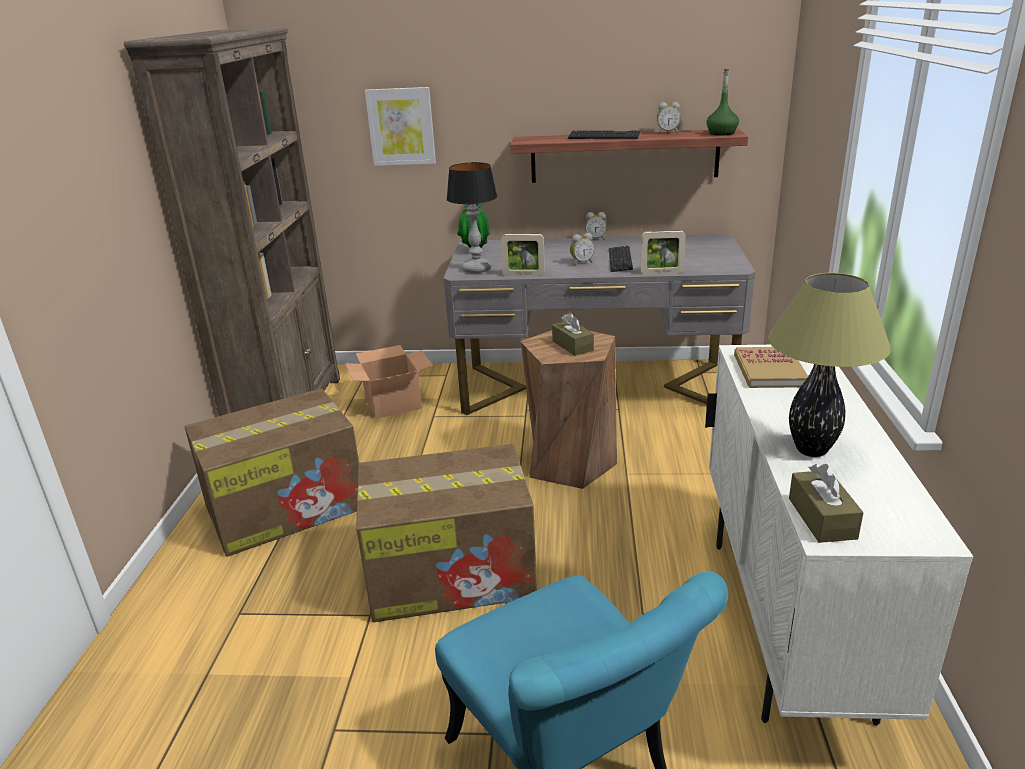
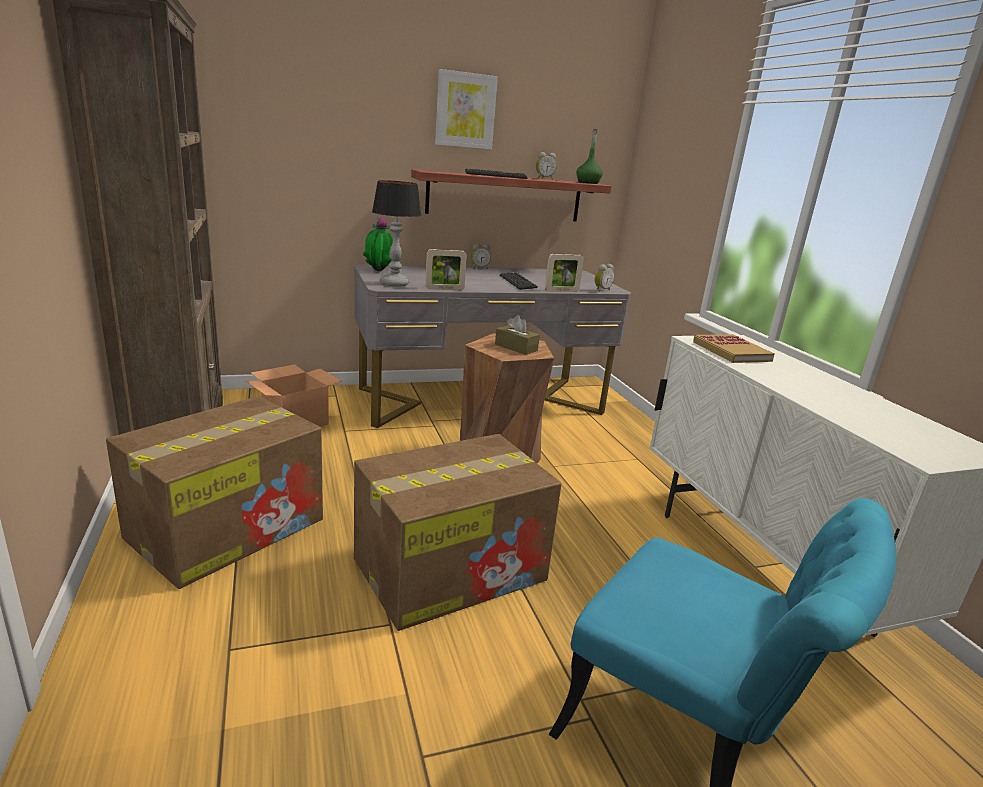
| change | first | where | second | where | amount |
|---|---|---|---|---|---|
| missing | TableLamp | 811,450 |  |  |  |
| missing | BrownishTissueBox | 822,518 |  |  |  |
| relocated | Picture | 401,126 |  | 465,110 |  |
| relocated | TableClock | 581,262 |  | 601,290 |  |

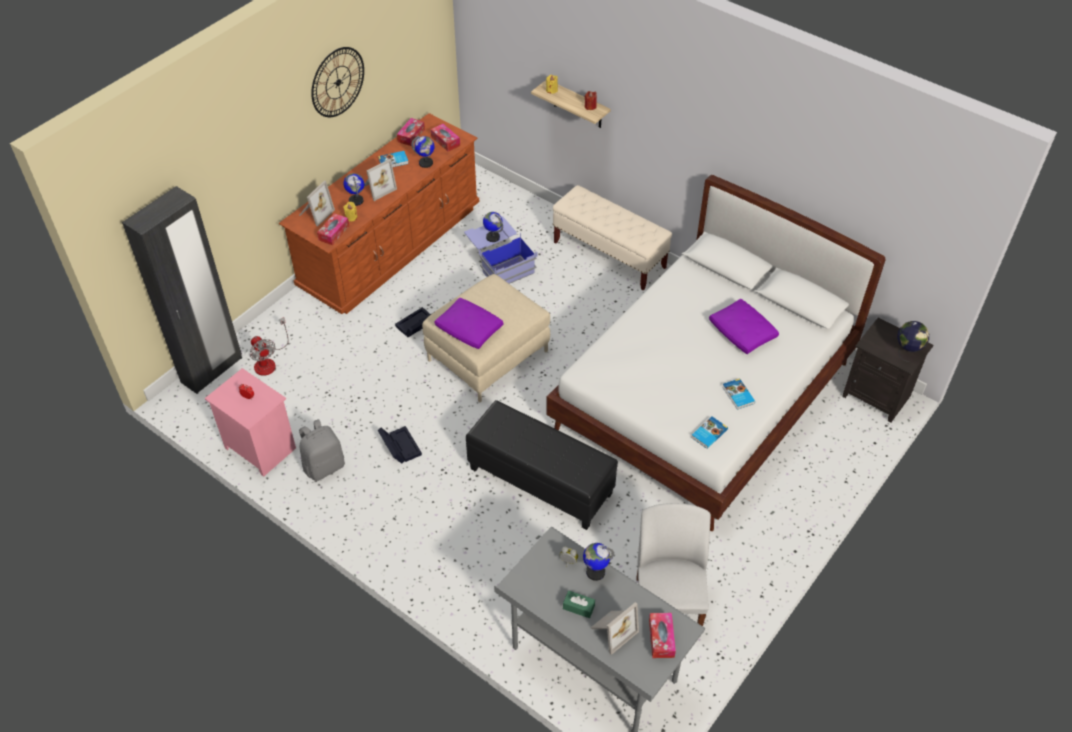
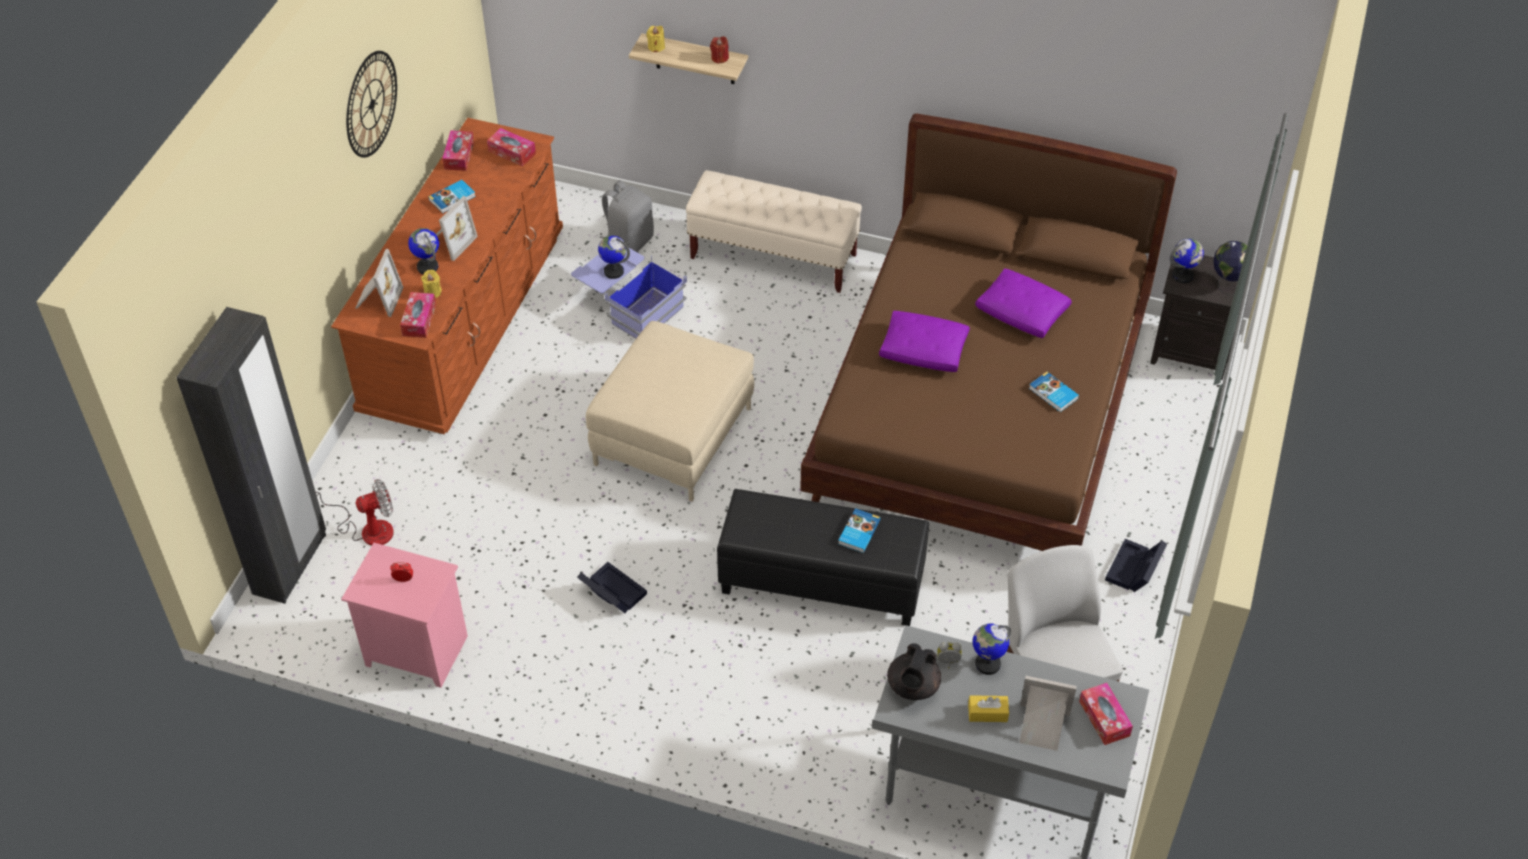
| change | first | where | second | where | amount |
|---|---|---|---|---|---|
| appeared |  |  | BlackColouredTeapot | 912,687 |  |
| relocated | GrayRucksack | 324,466 |  | 629,242 |  |
| relocated | BlackColouredStorageBin | 416,326 |  | 1134,570 |  |
| relocated | WorldGlobe | 426,163 |  | 1183,276 |  |
| relocated | PurpleThrowPillow | 469,329 |  | 924,350 |  |
| relocated | BoundBook | 708,433 |  | 858,532 |  |
| colour | WhiteColouredSleepingBed | 704,398 | BrownishSleepingBed | 981,413 |  |
| colour | GreenishTissueBox | 578,607 | YellowColouredTissueBox | 987,713 |  |
| spun | CoolingFan | 268,361 |  | 367,529 | 60 degrees counterclockwise |
| spun | PhotoFrame | 612,630 |  | 1041,728 | 105 degrees counterclockwise |

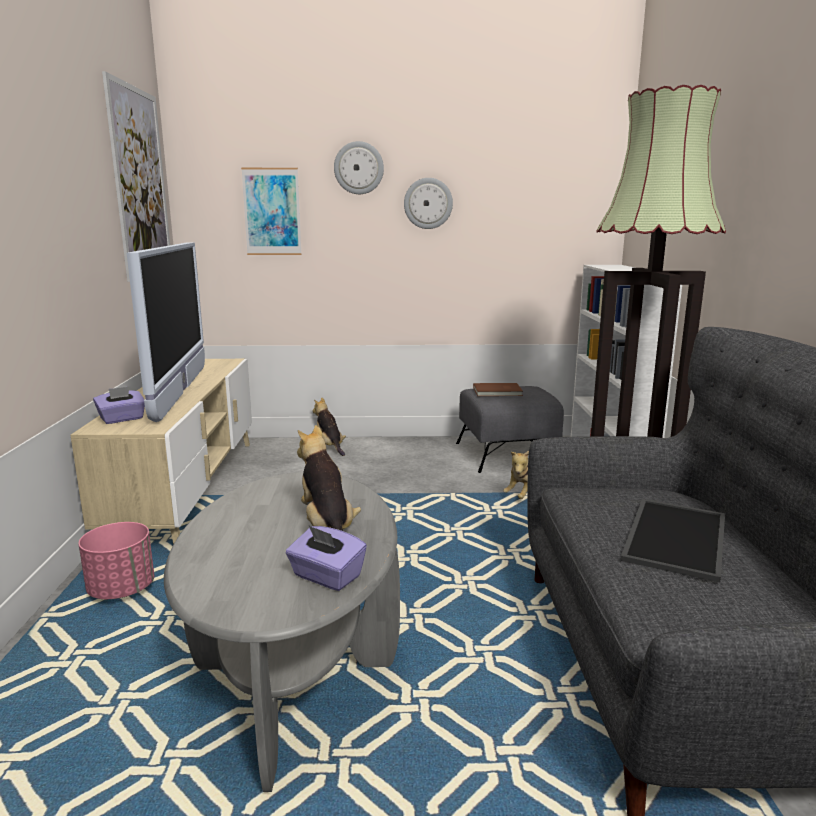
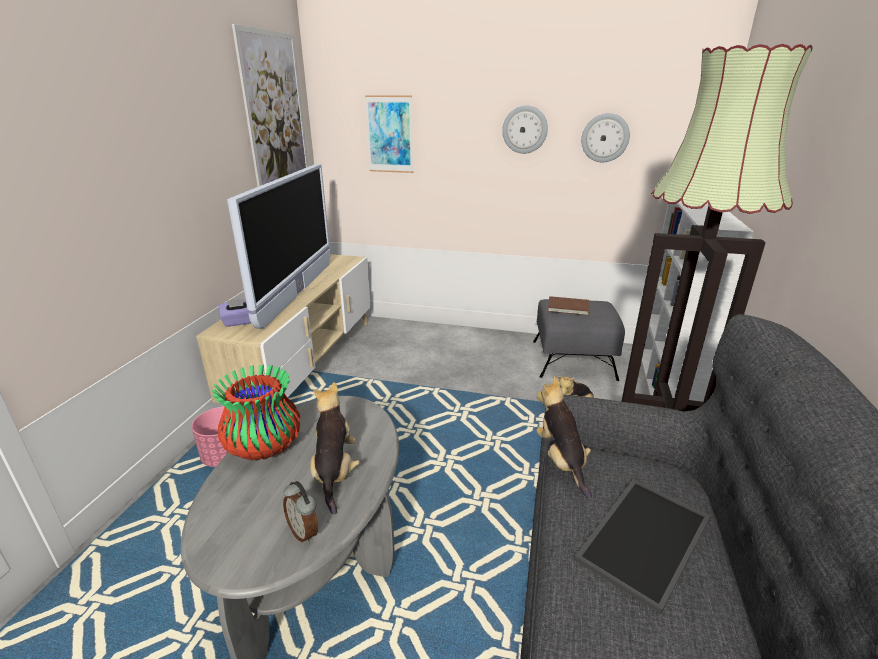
| change | first | where | second | where | amount |
|---|---|---|---|---|---|
| appeared |  |  | FlowerVase | 263,446 |  |
| relocated | CuddlyToy | 330,446 |  | 561,460 |  |
| relocated | WallClock | 358,168 |  | 605,138 |  |
| exchanged | PurpleTissueBox | 326,576 | TableClock | 304,532 |  |

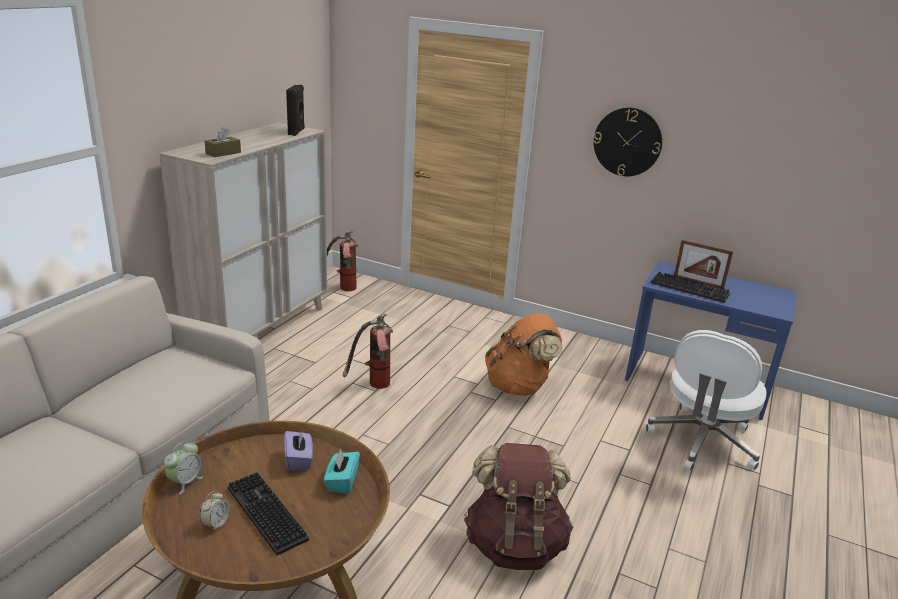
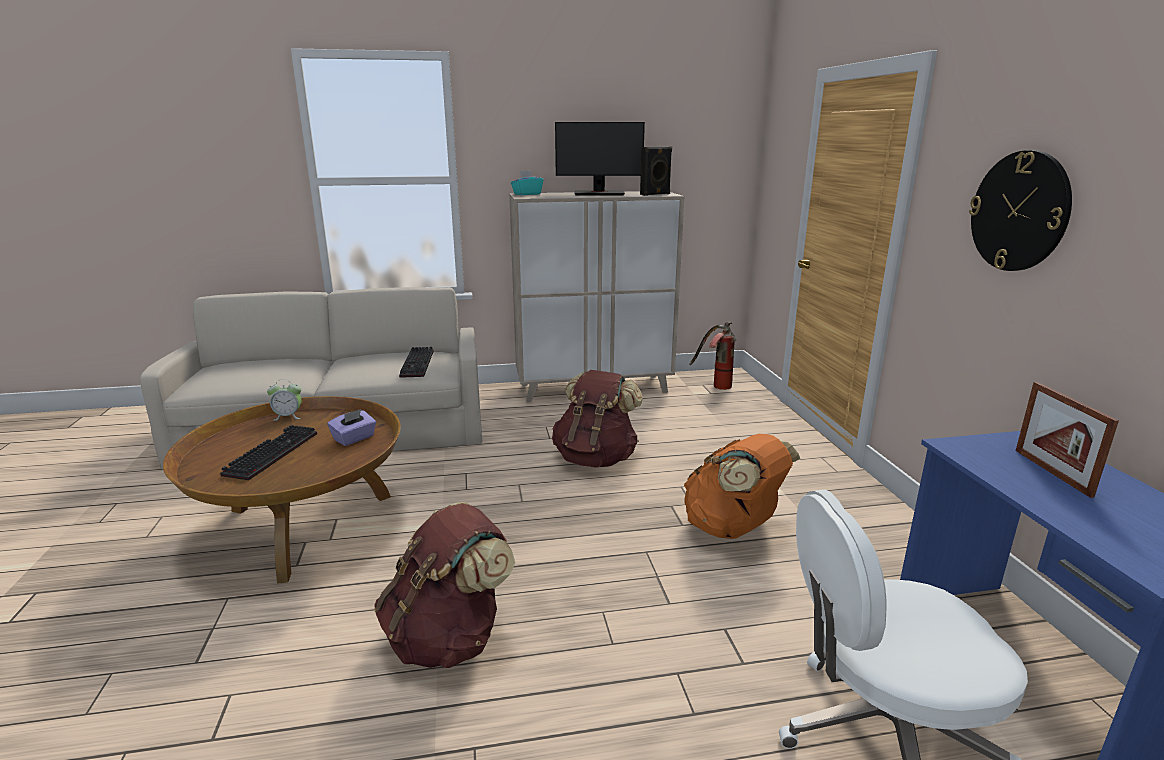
| change | first | where | second | where | amount |
|---|---|---|---|---|---|
| missing | TableClock | 215,523 |  |  |  |
| missing | BrownishTissueBox | 223,153 |  |  |  |
| appeared |  |  | Monitor | 599,193 |  |
| relocated | TurquoiseTissueBox | 342,481 |  | 527,194 |  |
| relocated | PcKeyboard | 691,289 |  | 418,364 |  |
| exchanged | FireFightingCylinder | 373,386 | BrownishRucksack | 596,458 |  |

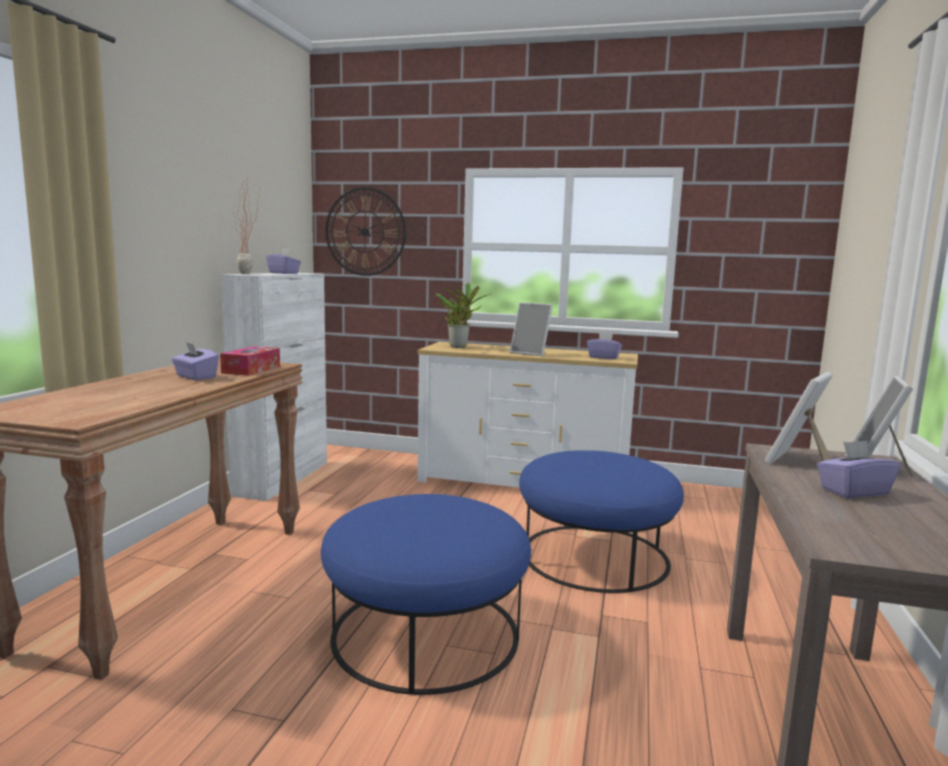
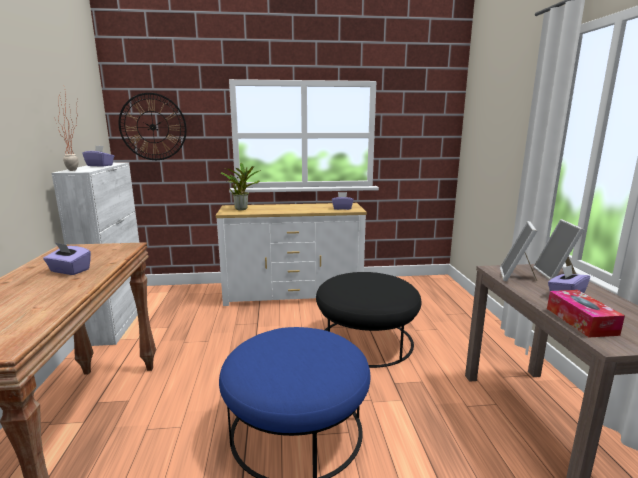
| change | first | where | second | where | amount |
|---|---|---|---|---|---|
| missing | PhotoFrame | 531,353 |  |  |  |
| relocated | TissueBox | 251,370 |  | 581,321 |  |
| colour | BluePouffe | 594,556 | BlackColouredPouffe | 366,340 |  |

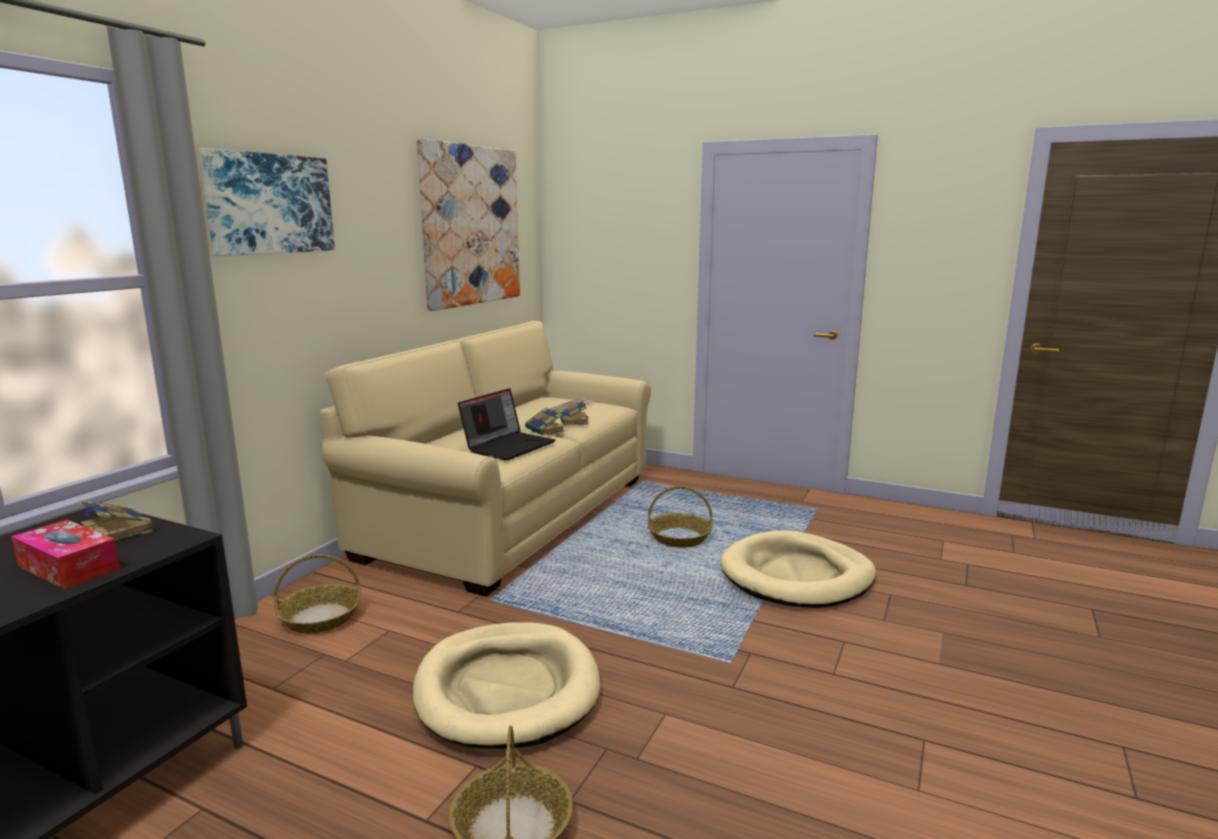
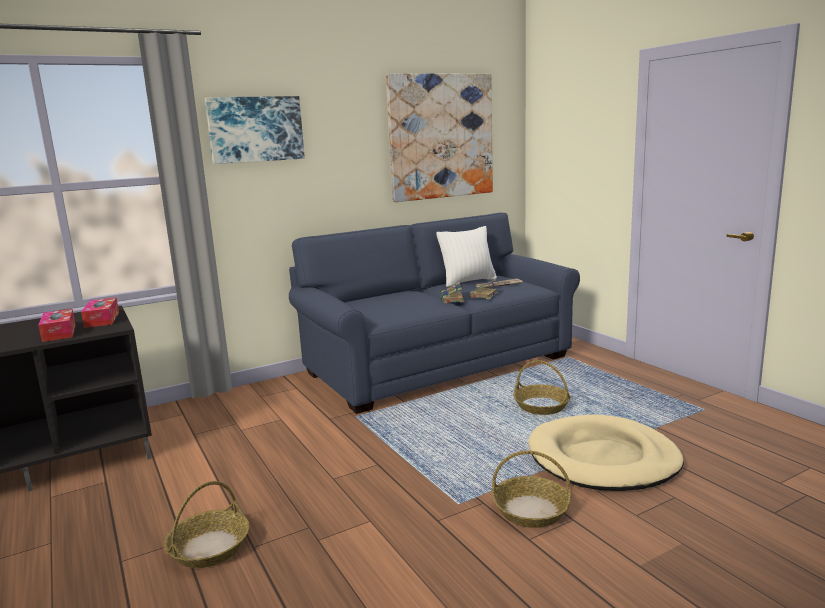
| change | first | where | second | where | amount |
|---|---|---|---|---|---|
| missing | SandColouredPetBed | 507,689 |  |  |  |
| missing | NotebookComputer | 509,446 |  |  |  |
| appeared |  |  | WhiteColouredThrowPillow | 468,281 |  |
| relocated | HouseholdBasket | 320,618 |  | 530,510 |  |
| exchanged | BoundBook | 116,531 | TissueBox | 102,319 |  |
| colour | SandColouredSofa | 513,516 | BlueSofa | 438,365 |  |

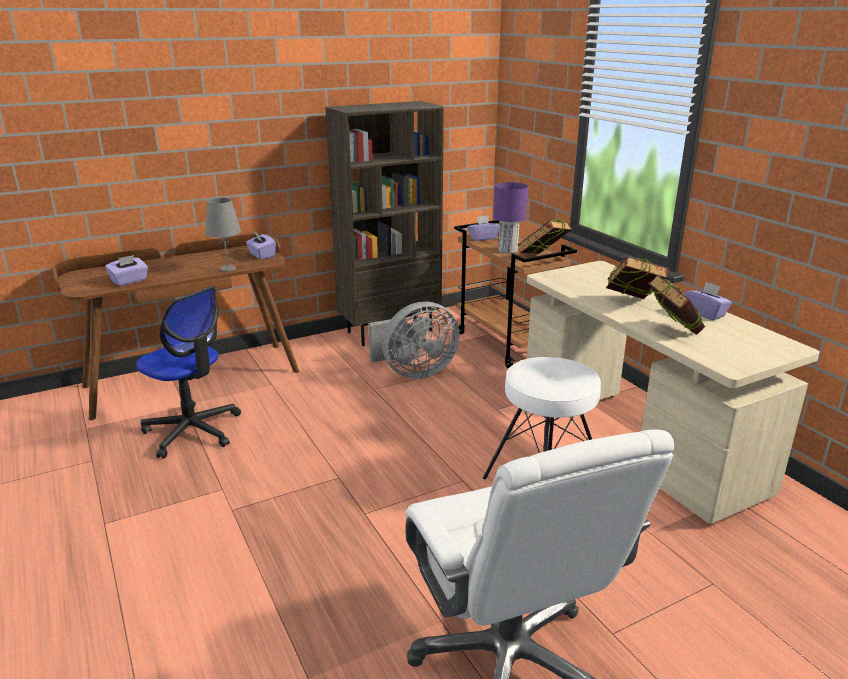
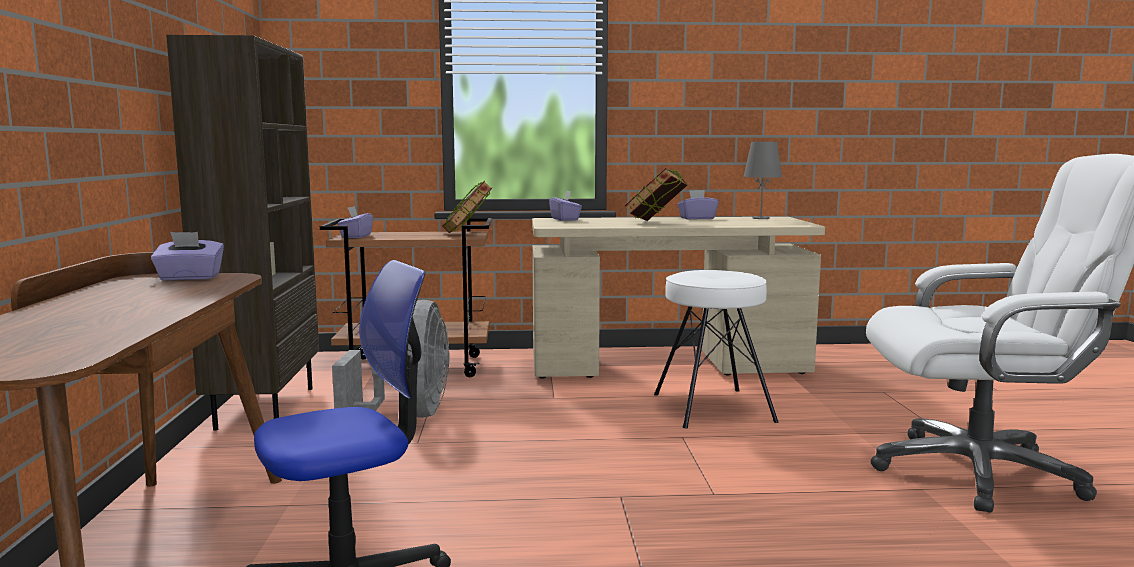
| change | first | where | second | where | amount |
|---|---|---|---|---|---|
| missing | PurpleTableLamp | 507,250 |  |  |  |
| missing | BoundBook | 672,333 |  |  |  |
| relocated | PurpleTissueBox | 129,281 |  | 565,219 |  |
| relocated | GrayTableLamp | 228,268 |  | 760,218 |  |

